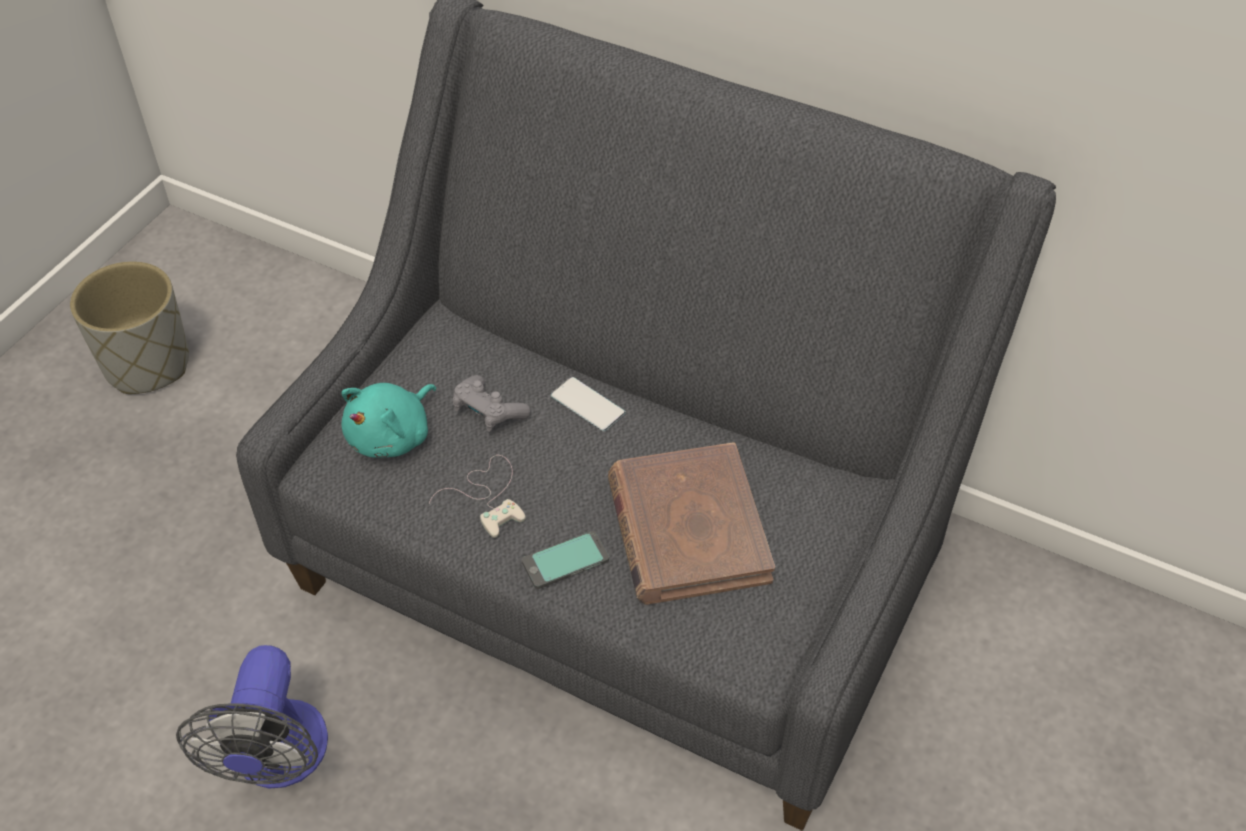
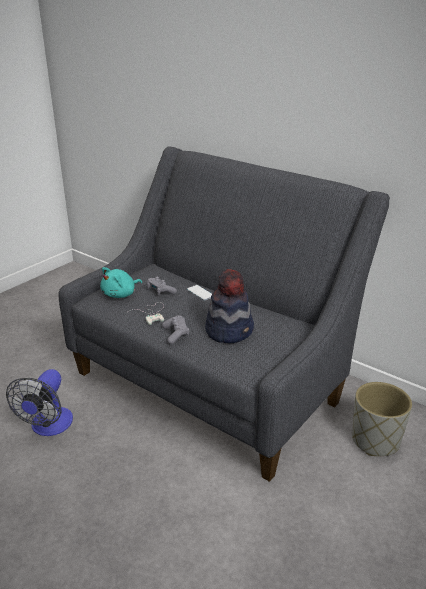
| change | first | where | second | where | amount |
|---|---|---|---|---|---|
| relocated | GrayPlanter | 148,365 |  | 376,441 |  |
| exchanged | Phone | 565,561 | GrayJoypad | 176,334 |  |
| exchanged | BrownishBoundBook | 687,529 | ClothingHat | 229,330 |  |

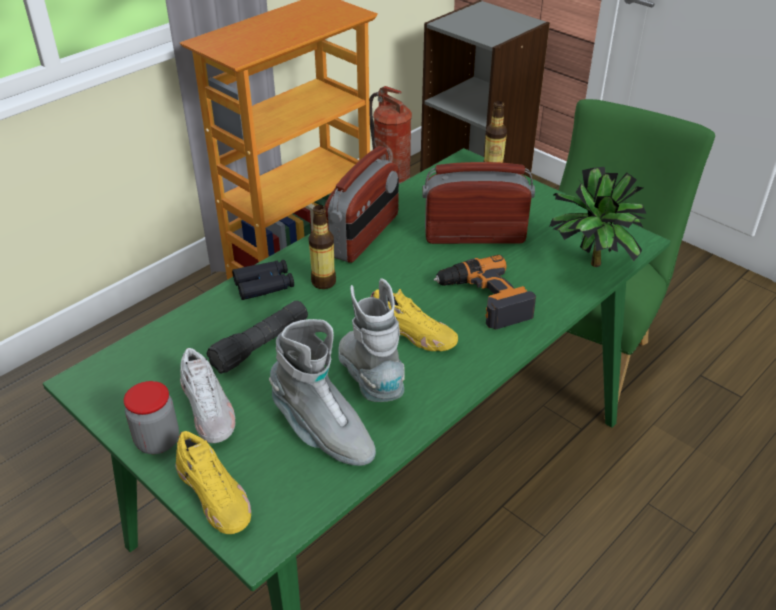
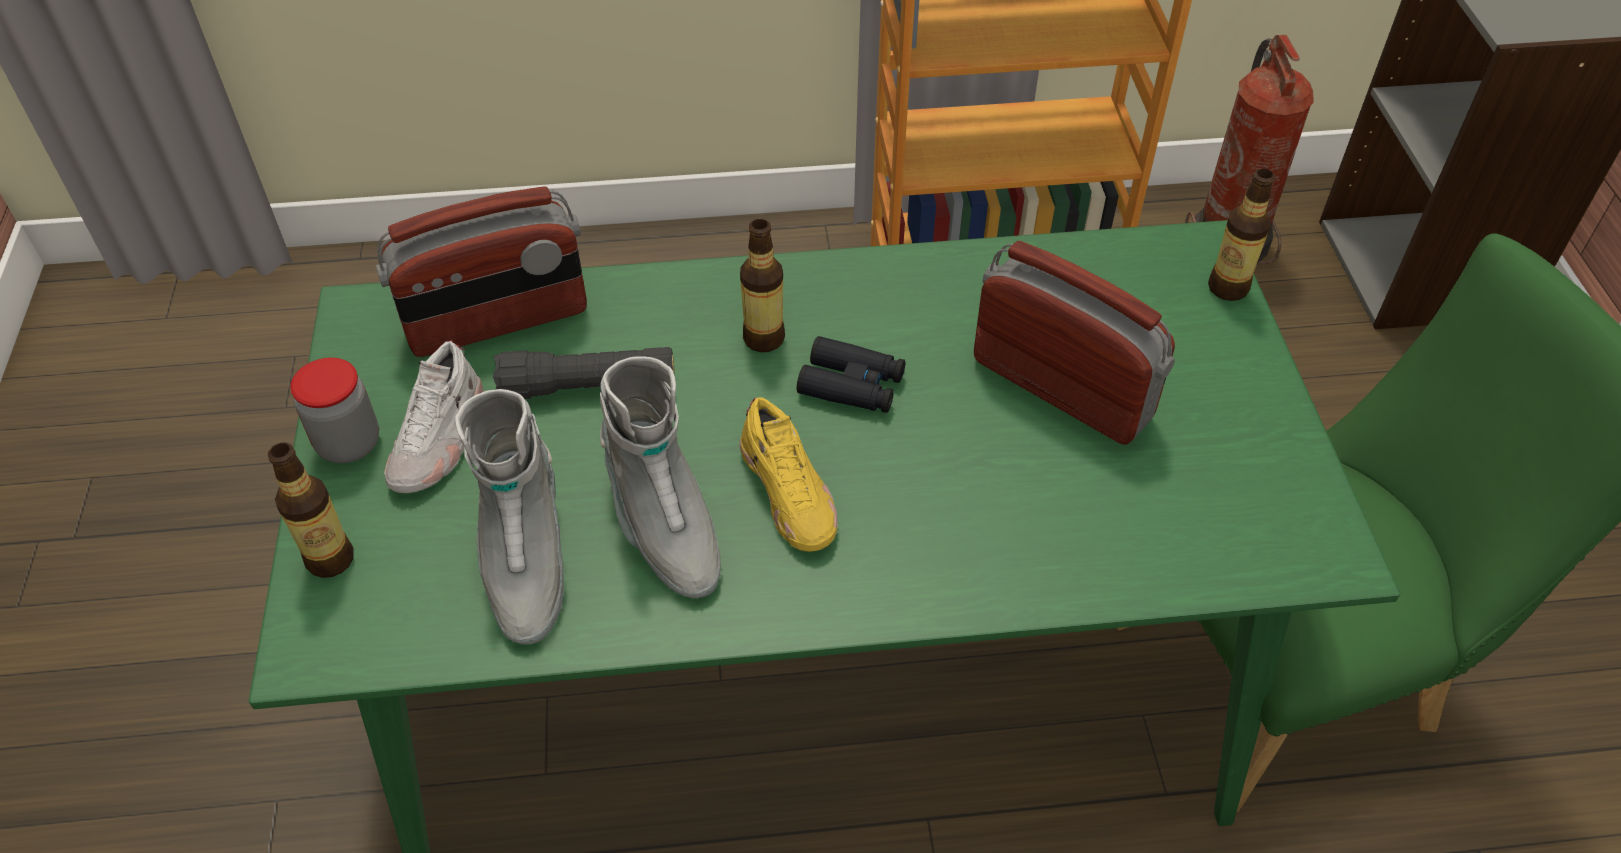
| change | first | where | second | where | amount |
|---|---|---|---|---|---|
| missing | PowerDrill | 484,299 |  |  |  |
| missing | PlantInAPot | 589,266 |  |  |  |
| relocated | BlackColouredBinoculars | 264,285 |  | 851,385 |  |
| relocated | Radio | 364,235 |  | 497,321 |  |
| exchanged | YellowColouredItemOfFootwear | 215,496 | DrinkBottle | 330,559 |  |
| spun | GrayHighTopBoot | 371,379 |  | 662,526 | 135 degrees clockwise |

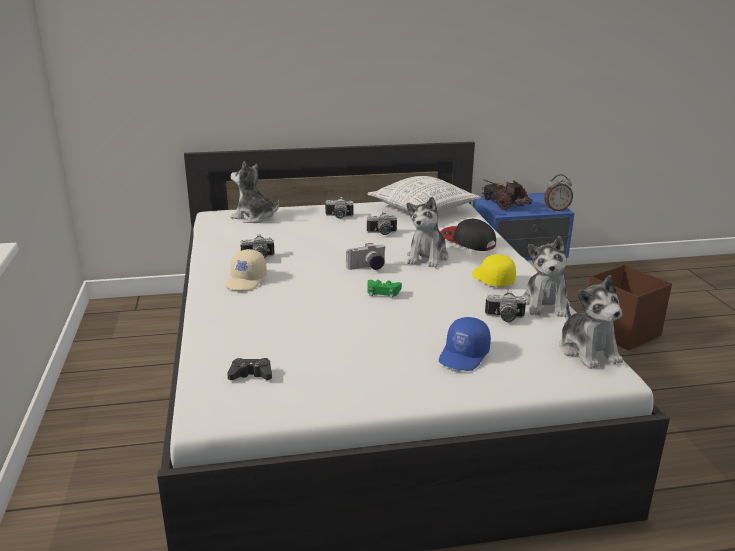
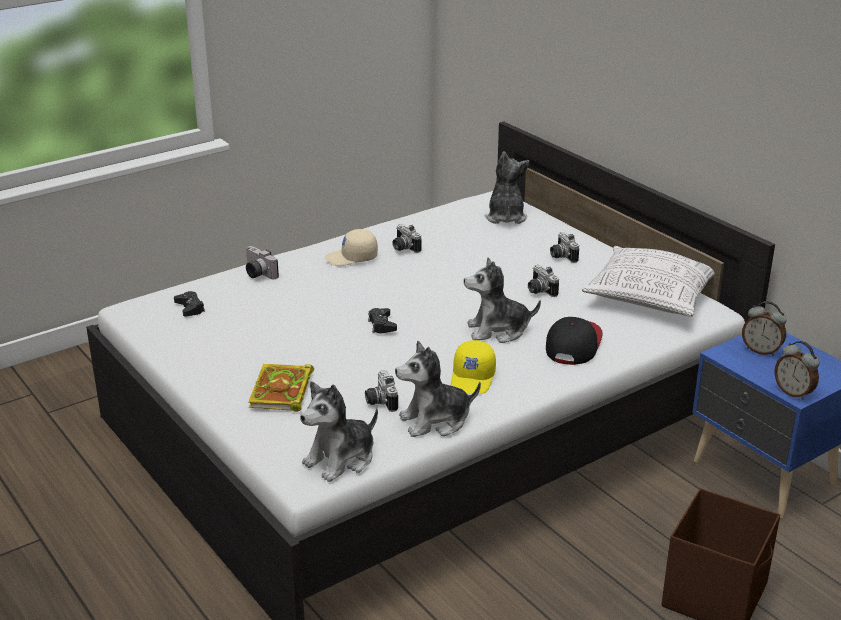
| change | first | where | second | where | amount |
|---|---|---|---|---|---|
| relocated | StillCamera | 368,268 |  | 257,274 |  |
| exchanged | BluePeakedCap | 464,356 | BoundBook | 282,392 |  |
| exchanged | ModelTruck | 505,205 | TableClock | 761,350 |  |
| colour | GreenishJoypad | 383,292 | BlackColouredJoypad | 382,325 |  |
| spun | YellowColouredPeakedCap | 492,279 |  | 473,379 | 150 degrees clockwise |

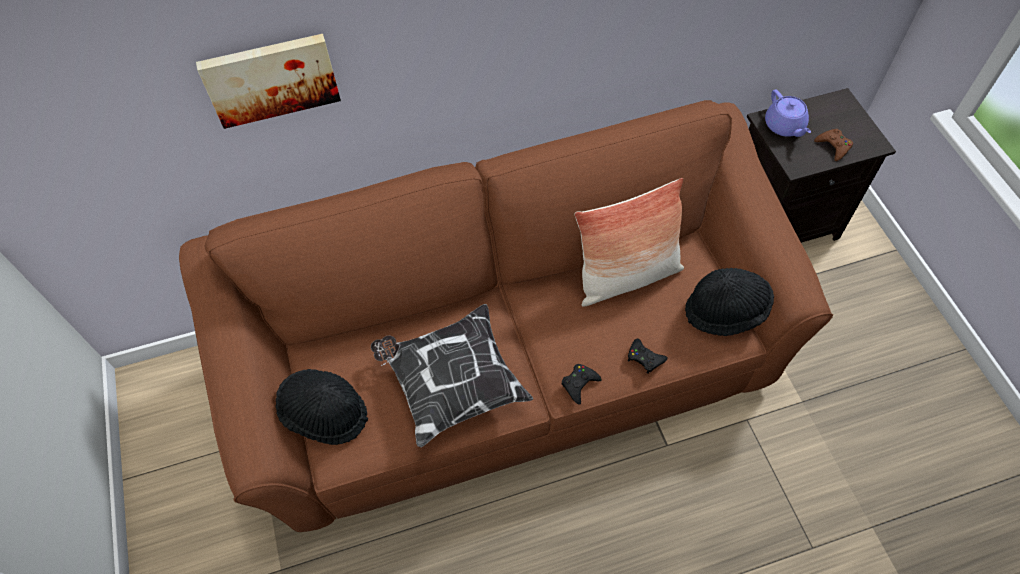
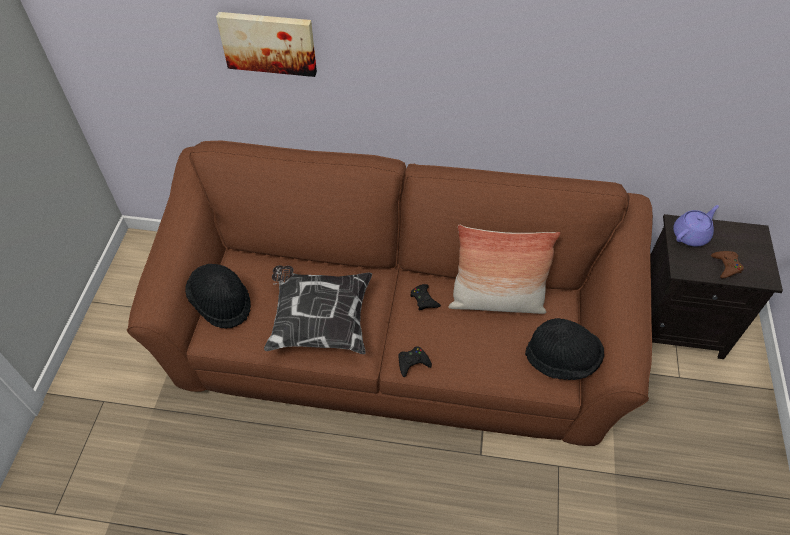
| change | first | where | second | where | amount |
|---|---|---|---|---|---|
| relocated | BlackColouredJoypad | 644,358 |  | 424,299 |  |
| spun | PurpleTeapot | 784,126 |  | 691,235 | 135 degrees counterclockwise |

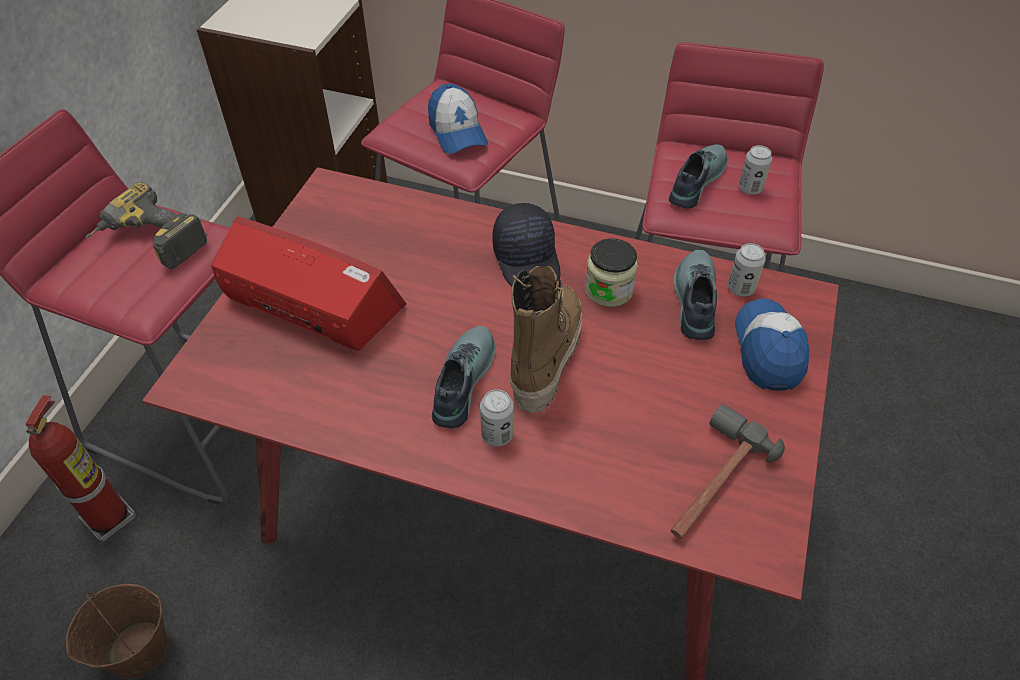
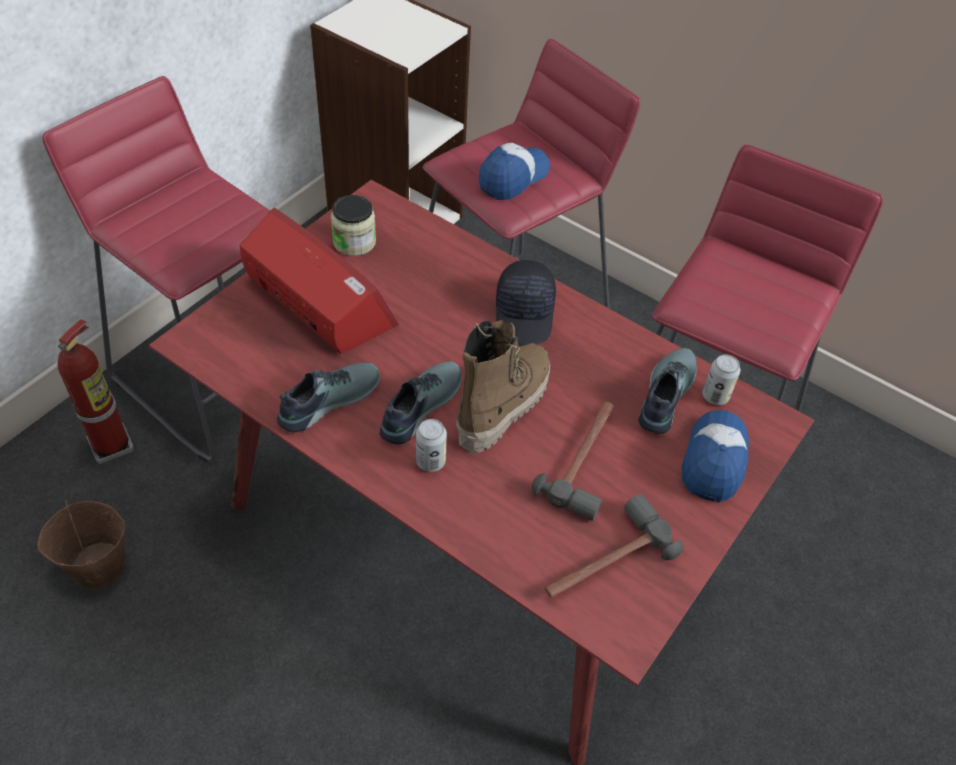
| change | first | where | second | where | amount |
|---|---|---|---|---|---|
| missing | PowerDrill | 148,243 |  |  |  |
| missing | SealedCan | 750,188 |  |  |  |
| appeared |  |  | ToolHammer | 586,460 |  |
| relocated | Jar | 608,290 |  | 354,242 |  |
| relocated | ItemOfFootwear | 694,181 |  | 327,399 |  |
| spun | PeakedCap | 457,132 |  | 513,178 | 135 degrees counterclockwise |

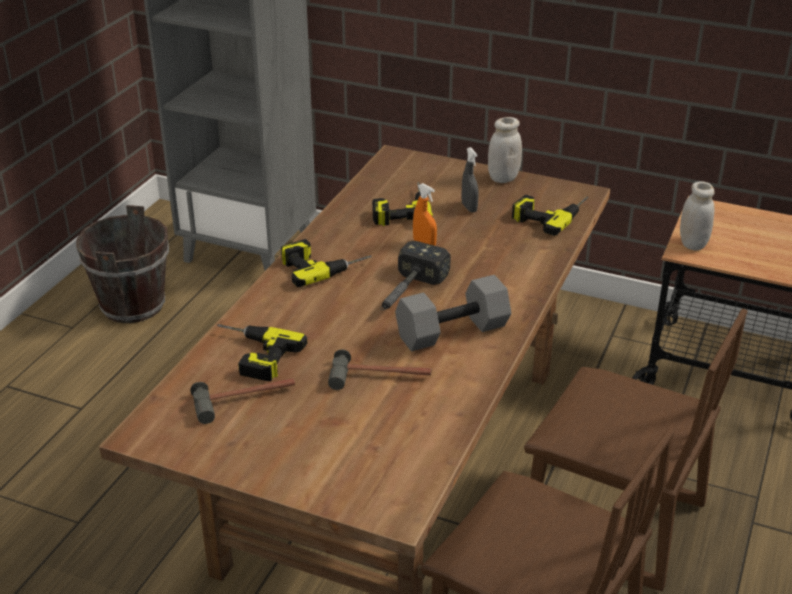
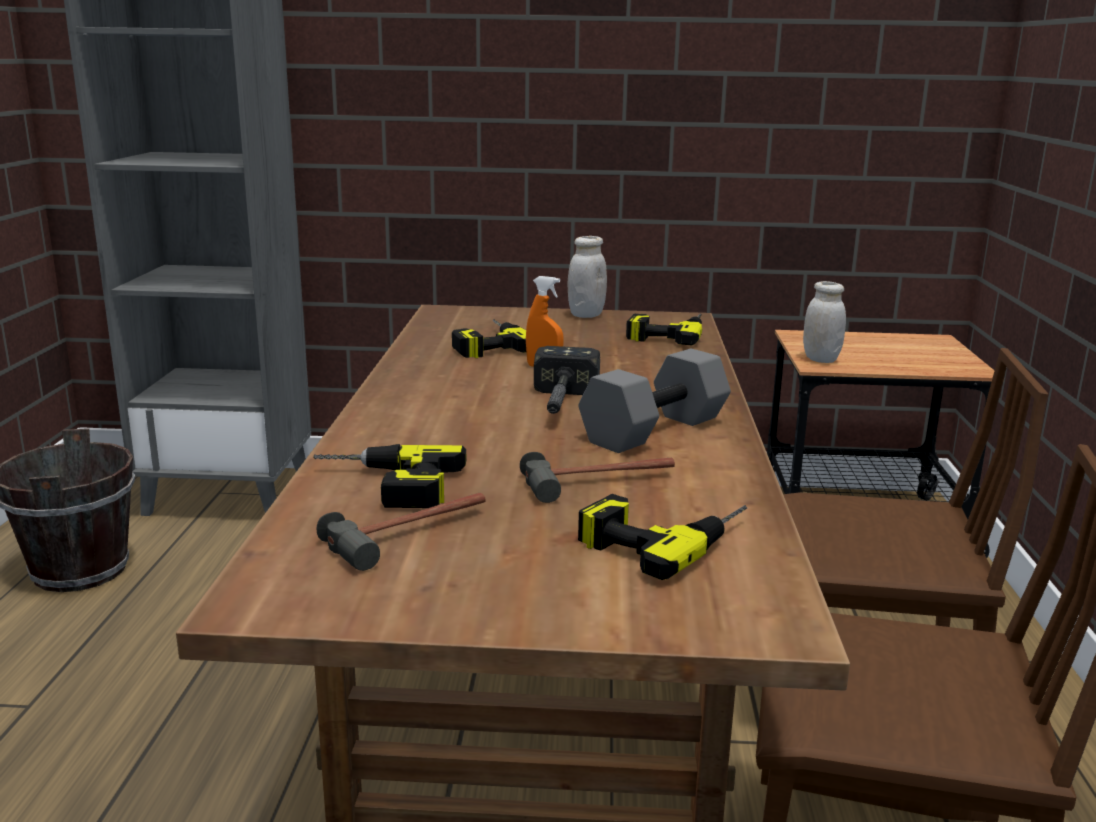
| change | first | where | second | where | amount |
|---|---|---|---|---|---|
| missing | GrayHandSprayer | 469,208 |  |  |  |
| relocated | PowerDrill | 323,264 |  | 663,537 |  |

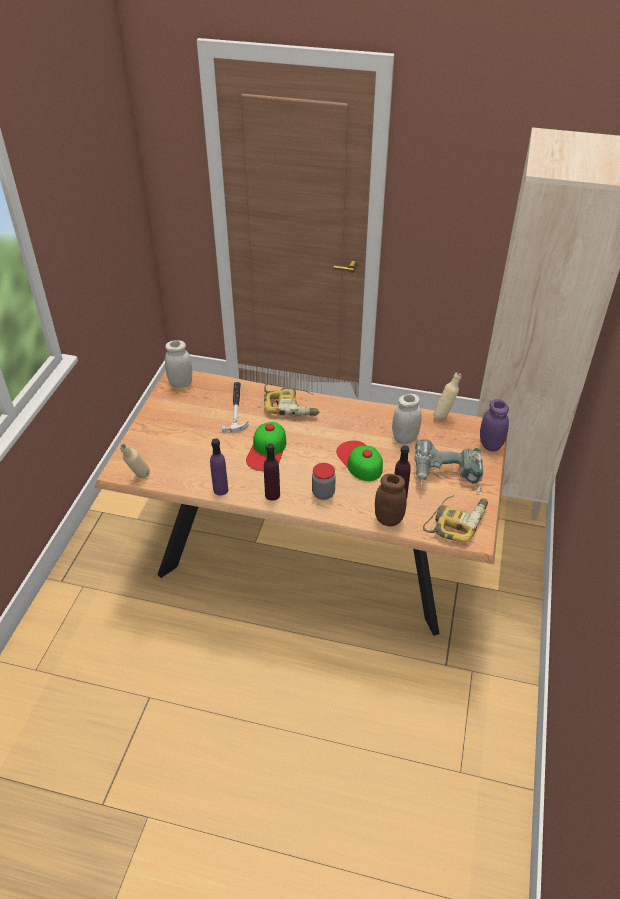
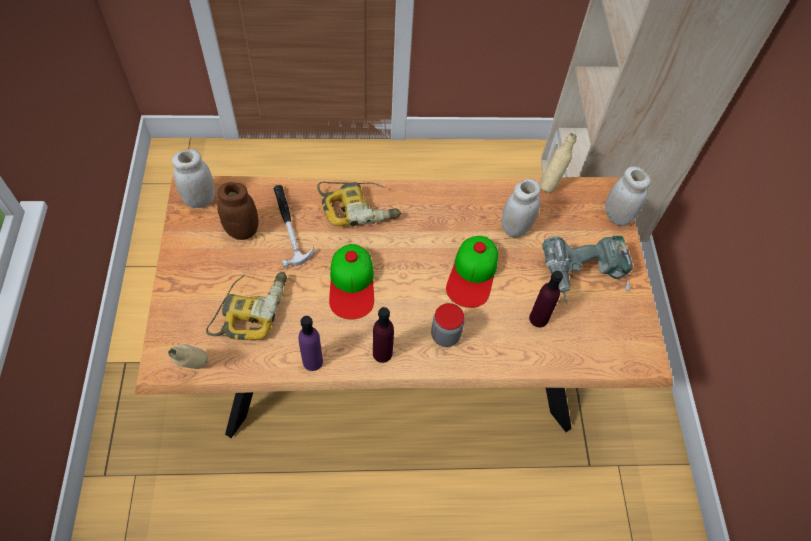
| change | first | where | second | where | amount |
|---|---|---|---|---|---|
| relocated | BrownishJar | 388,519 |  | 242,230 |  |
| relocated | PowerDrill | 456,521 |  | 251,308 |  |
| colour | PurpleJar | 490,445 | WhiteColouredJar | 617,216 |  |
| spun | PeakedCap | 359,460 |  | 473,274 | 120 degrees counterclockwise |

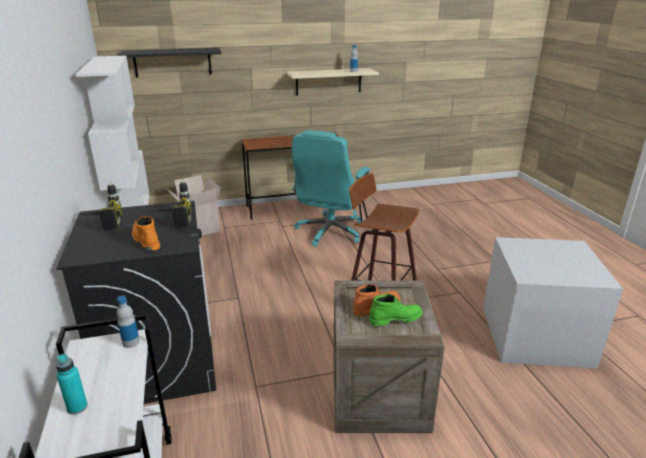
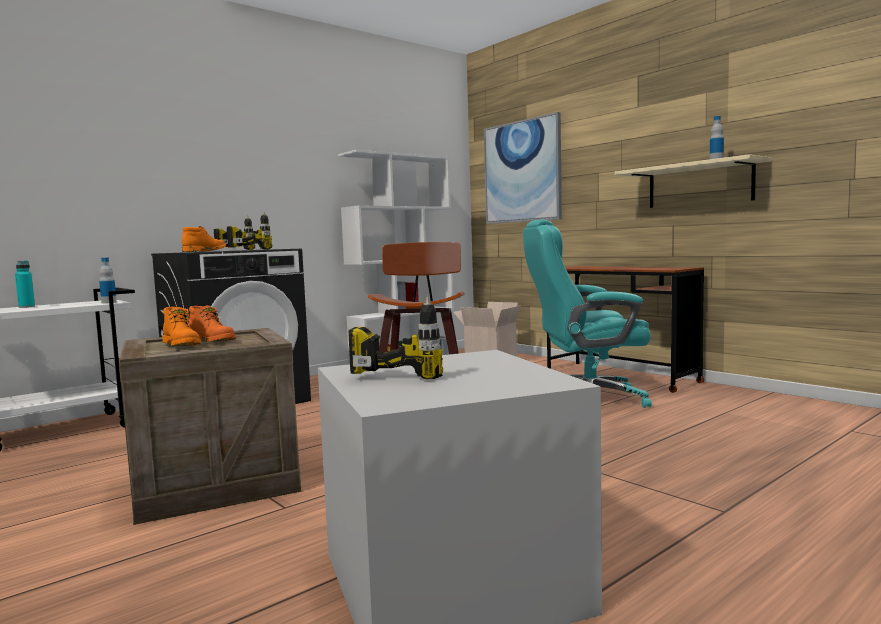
| change | first | where | second | where | amount |
|---|---|---|---|---|---|
| appeared |  |  | PowerDrill | 405,371 |  |
| exchanged | BlackColouredBracketShelf | 172,62 | Picture | 522,171 |  |
| colour | GreenishHighTopBoot | 395,318 | OrangeyHighTopBoot | 182,345 |  |

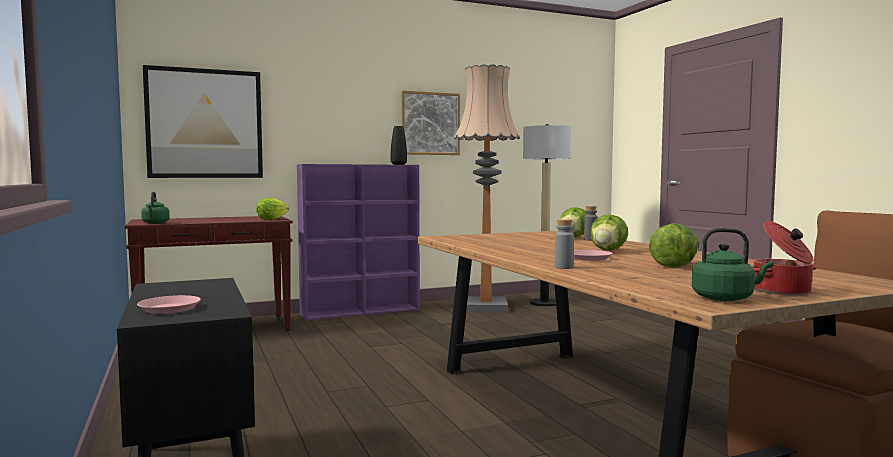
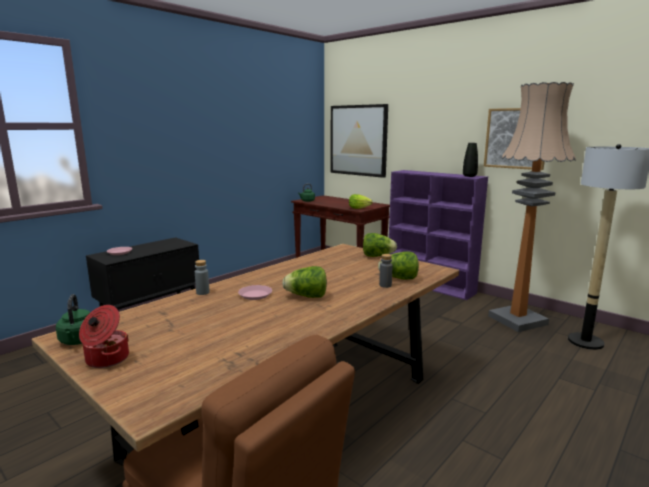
| change | first | where | second | where | amount |
|---|---|---|---|---|---|
| relocated | HeadOfLettuce | 675,265 |  | 377,256 |  |

